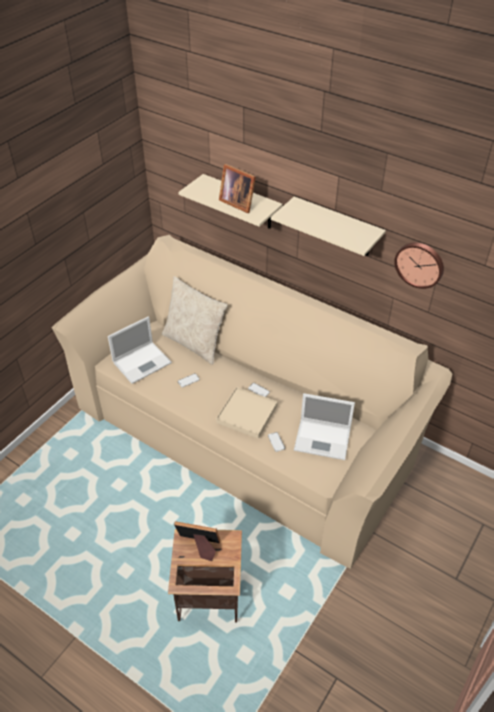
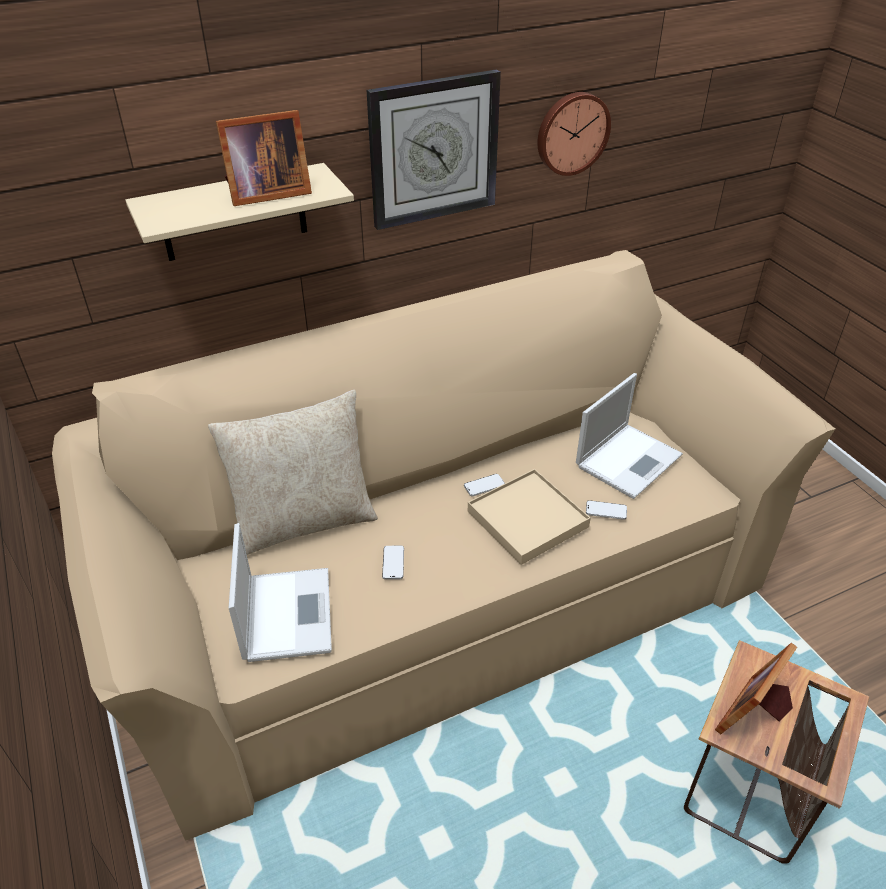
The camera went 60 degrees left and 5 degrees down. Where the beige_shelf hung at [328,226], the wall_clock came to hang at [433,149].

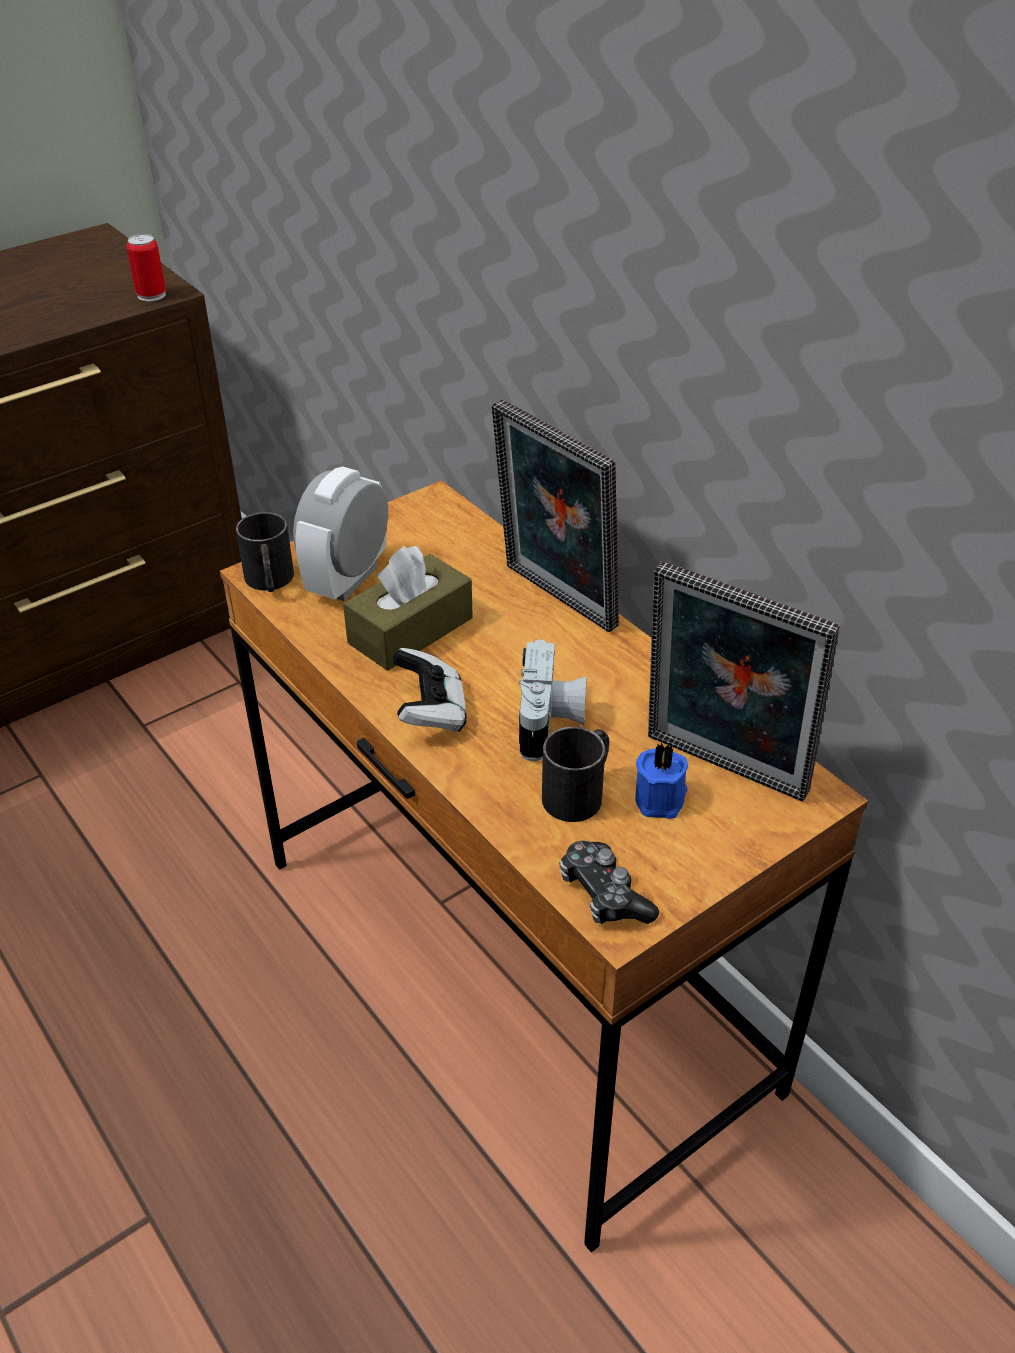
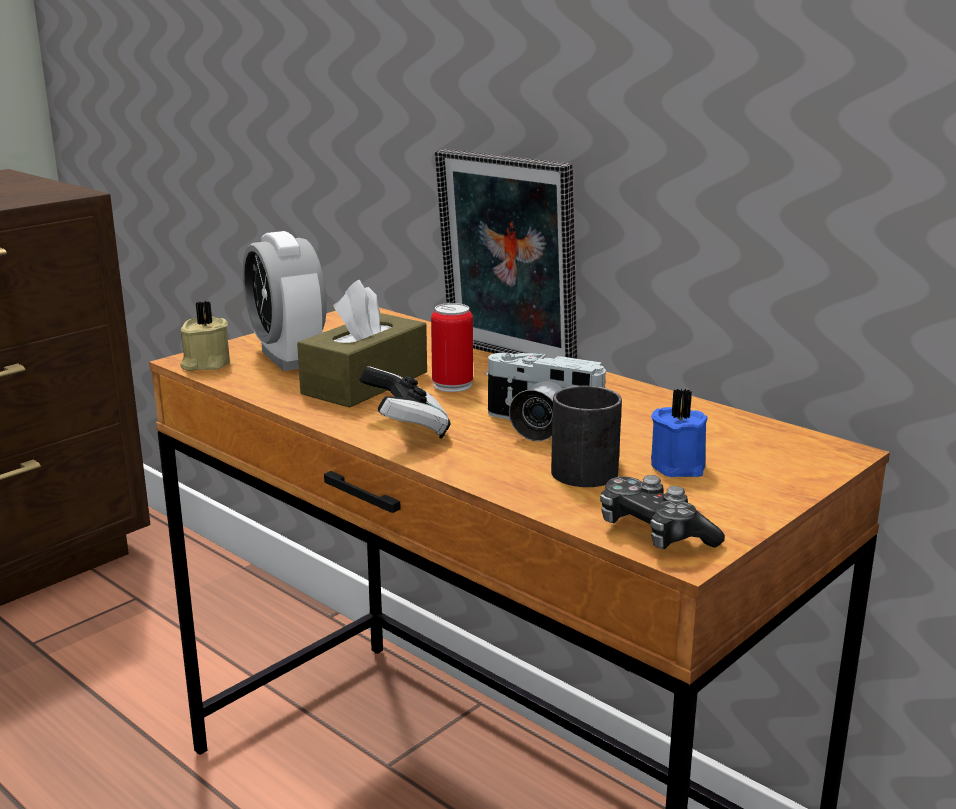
The camera went 10 degrees left and 20 degrees down. The can ended up elsewhere, having gone from [146,267] to [452,347]. The alarm_clock at [340,534] ended up facing another way, 45 degrees counterclockwise from before. Where the black_mug stood at [265,552], the beige_candle came to stand at [205,336]. The second view lost the picture_frame at [744,682]. The photo_camera at [553,700] ended up facing another way, 120 degrees clockwise from before.

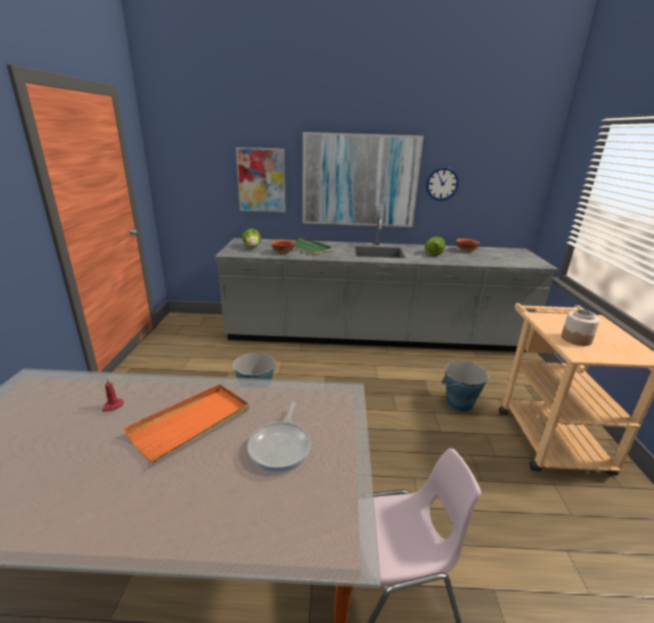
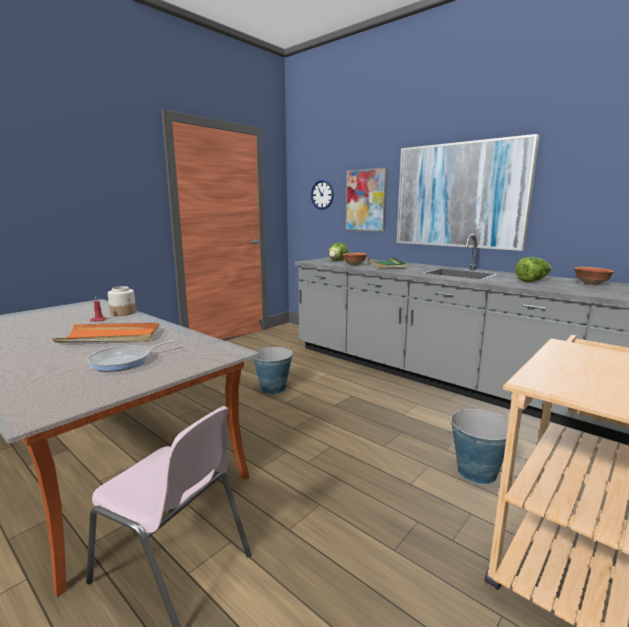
The camera went 40 degrees right and 10 degrees down. The wall_clock ended up elsewhere, having gone from [442,184] to [322,195]. The jar ended up elsewhere, having gone from [580,327] to [122,301].

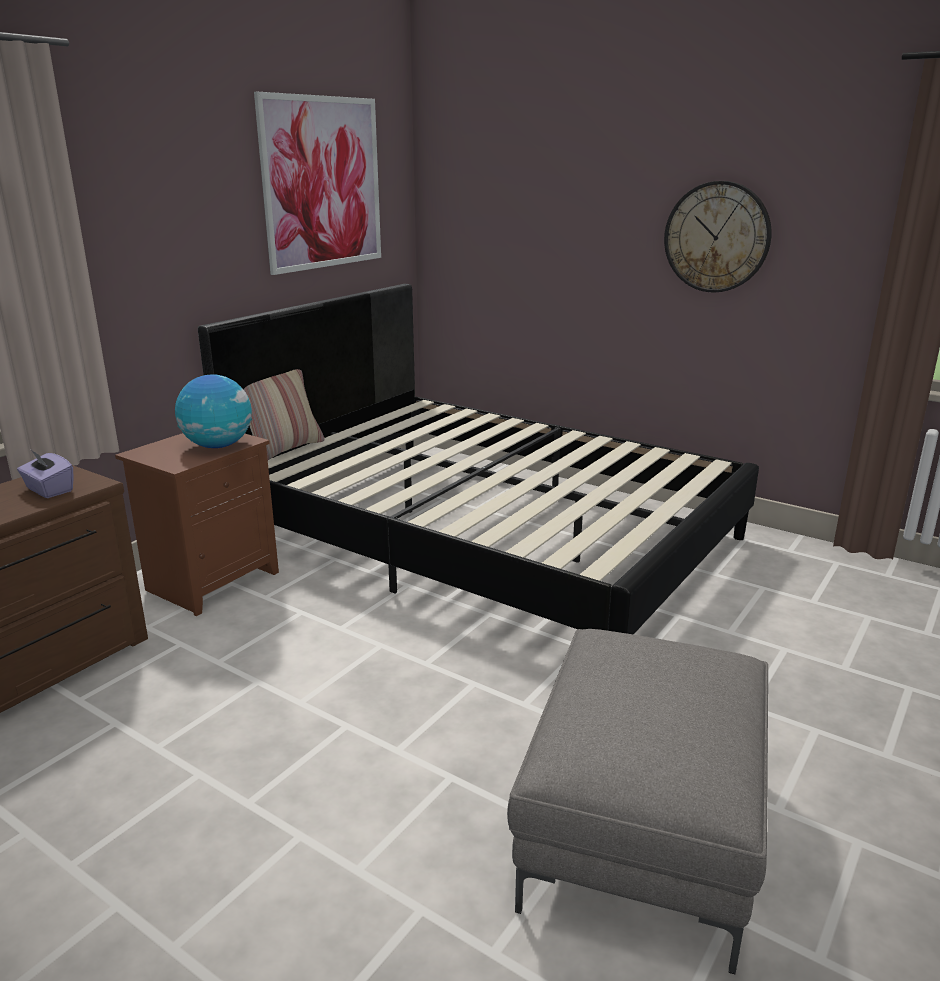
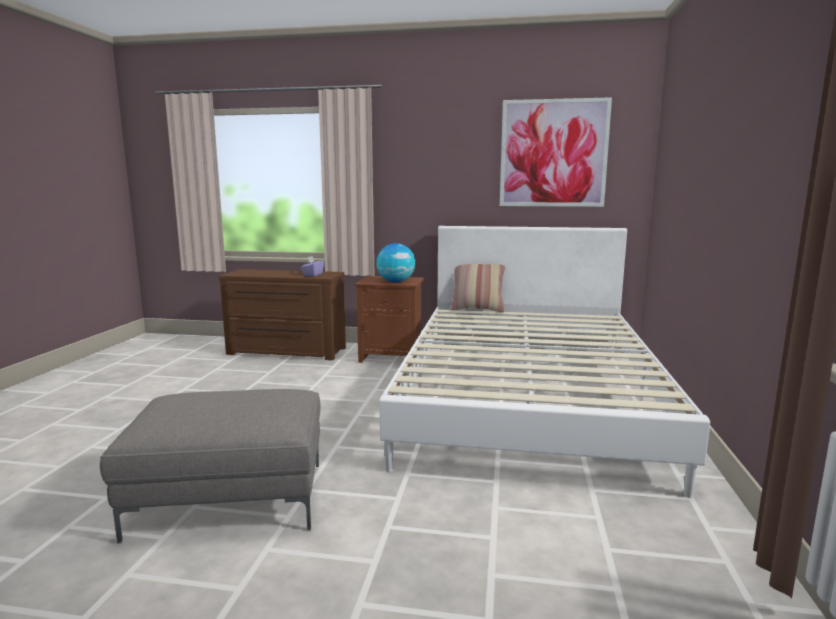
The camera went 65 degrees right and 10 degrees down. The second view lost the wall_clock at [717,236]. What was the black_bed at [478,459] turned into the white_bed at [544,362].

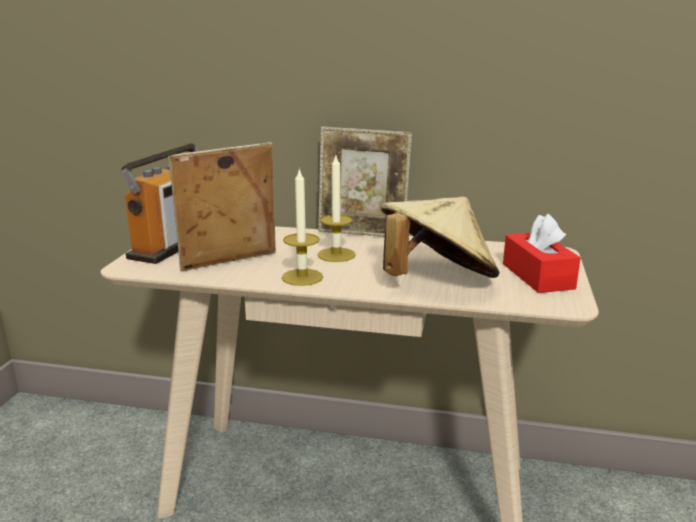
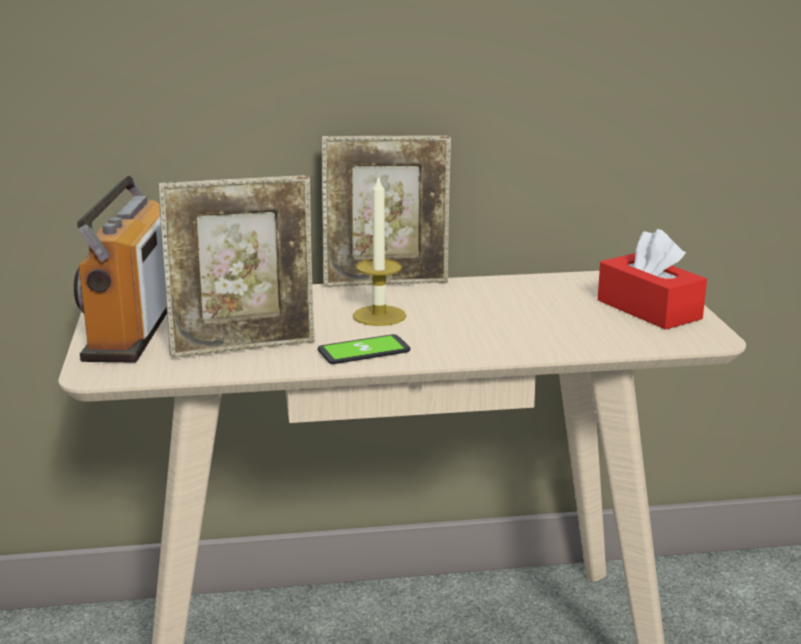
The camera went 20 degrees left and 0 degrees up. The picture_frame at [222,206] ended up facing another way, 150 degrees counterclockwise from before. Where the candle stood at [302,227], the phone came to stand at [364,349]. The second view lost the beige_hat at [440,237].

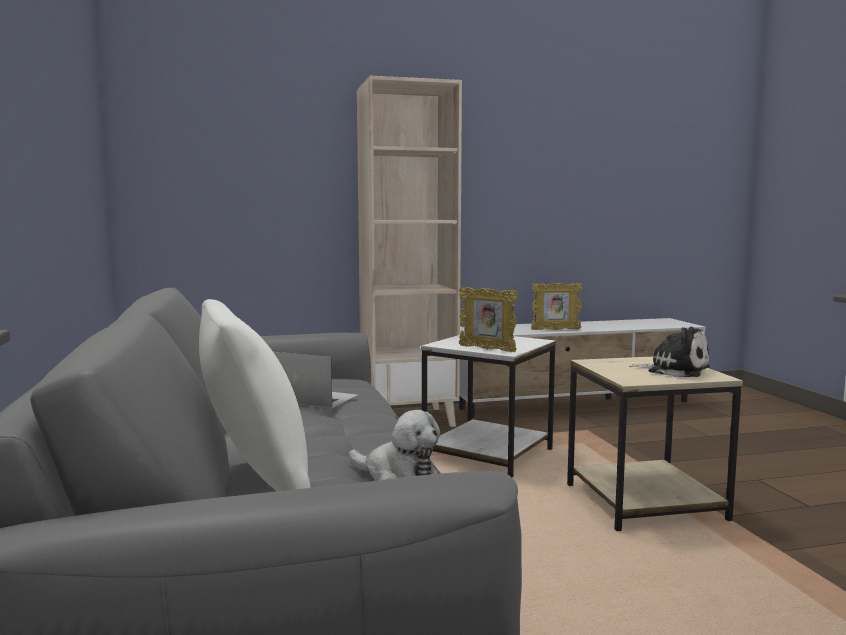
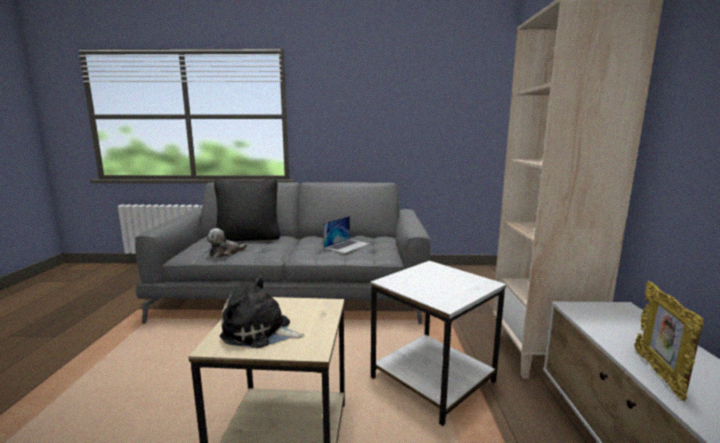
The camera went 105 degrees right and 5 degrees up. The second view lost the picture_frame at [488,319]. What was the white_pillow at [255,395] turned into the black_pillow at [247,210]. The plush_toy at [669,352] ended up facing another way, 60 degrees clockwise from before.

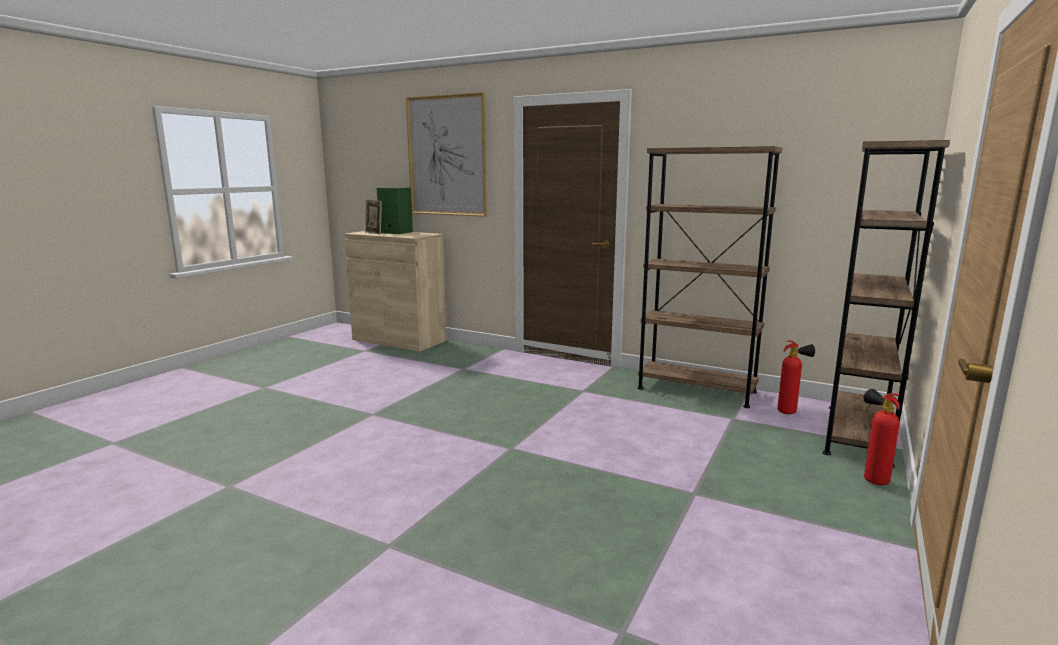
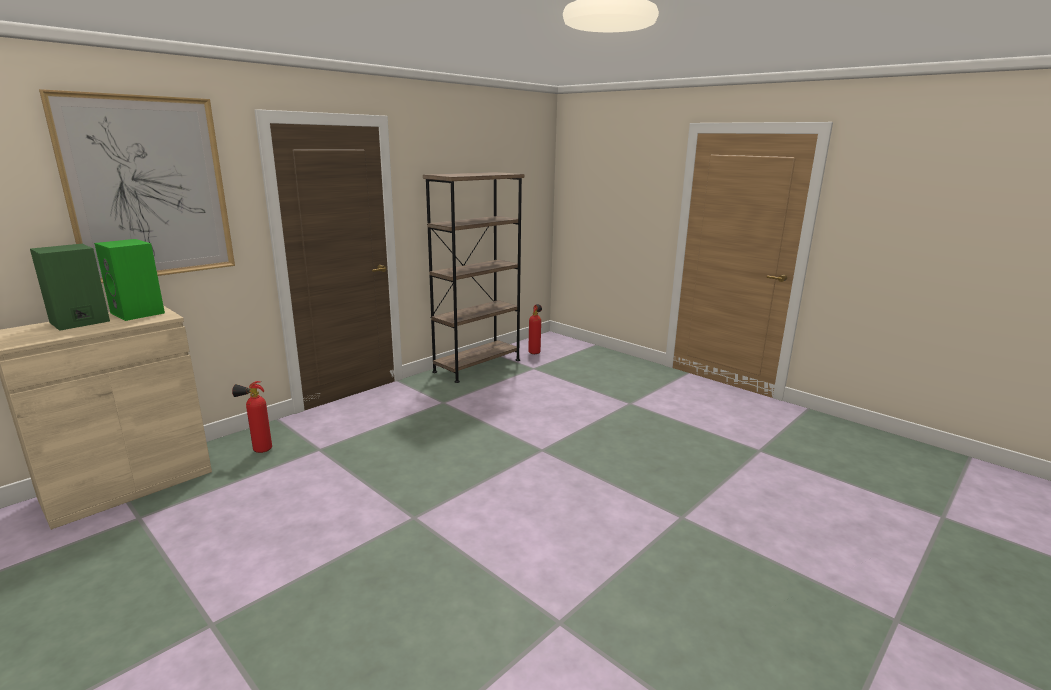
The camera went 75 degrees left and 5 degrees up. The second view lost the brown_bookcase at [886,304]. The second view lost the picture_frame at [373,217]. The fire_extinguisher ended up elsewhere, having gone from [882,437] to [252,417]. The second view gained the green_speaker at [129,280].

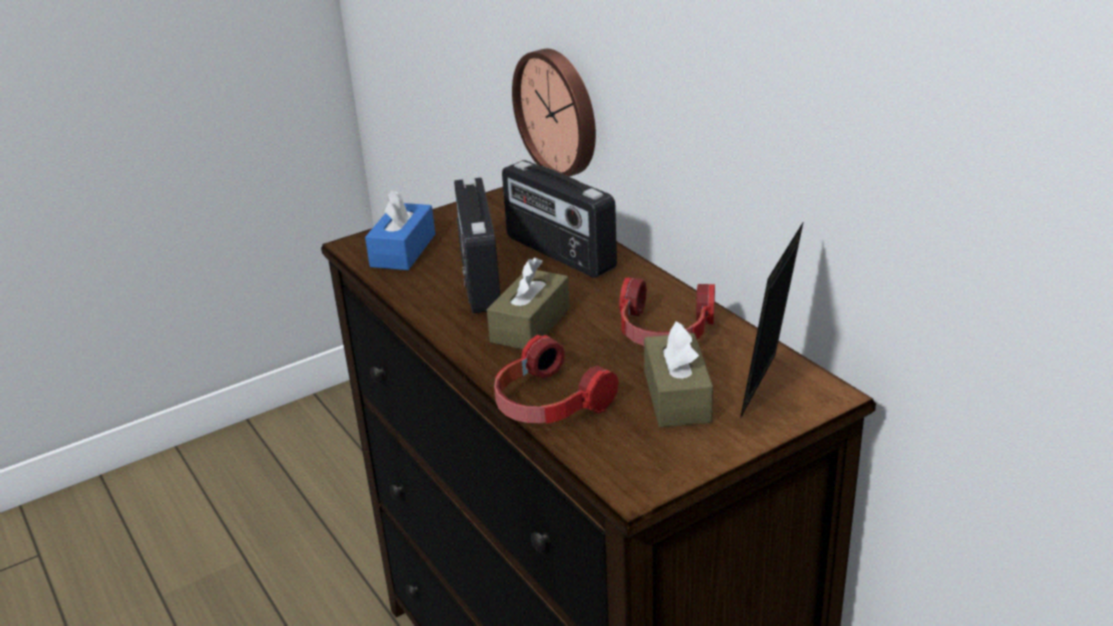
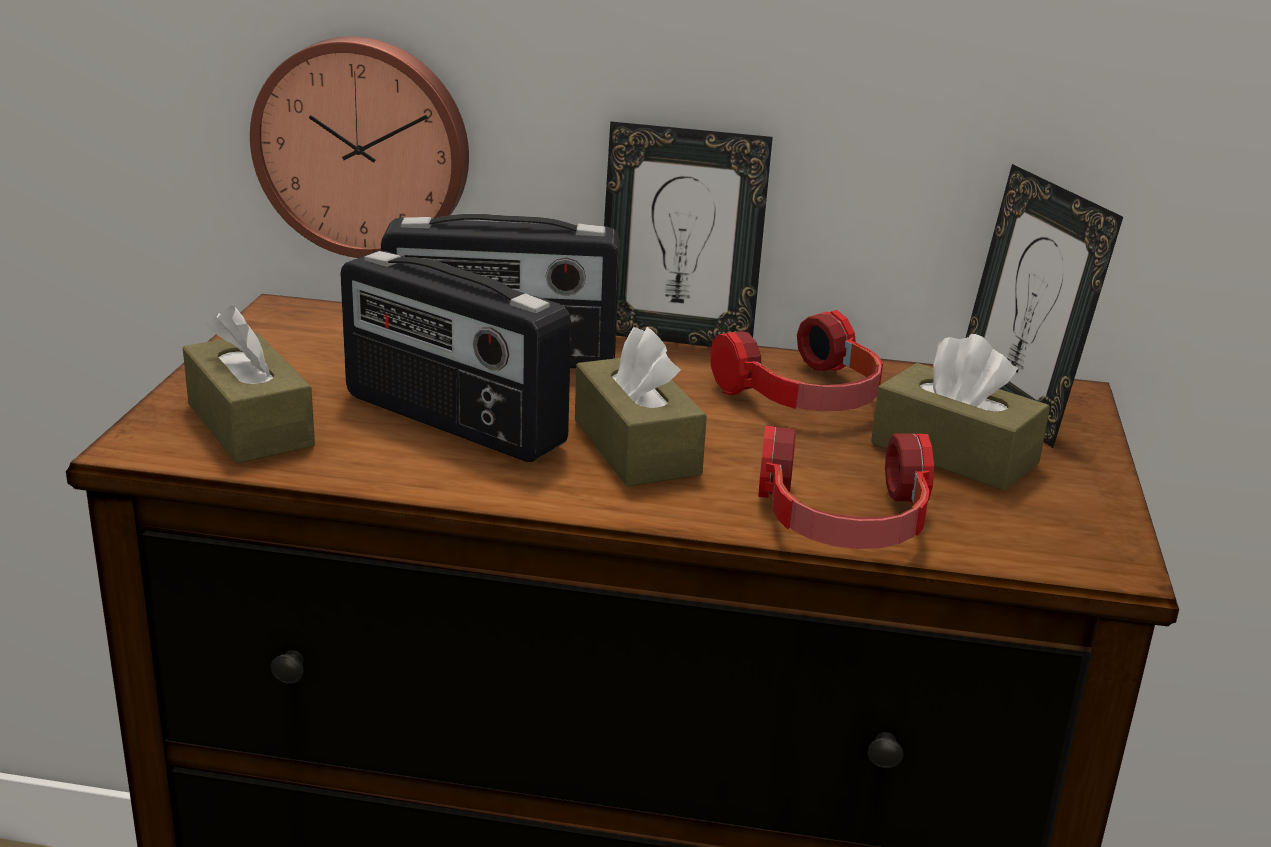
The camera went 50 degrees left and 5 degrees down. What was the blue_tissue_box at [400,229] turned into the brown_tissue_box at [249,384]. The second view gained the picture_frame at [688,234].

